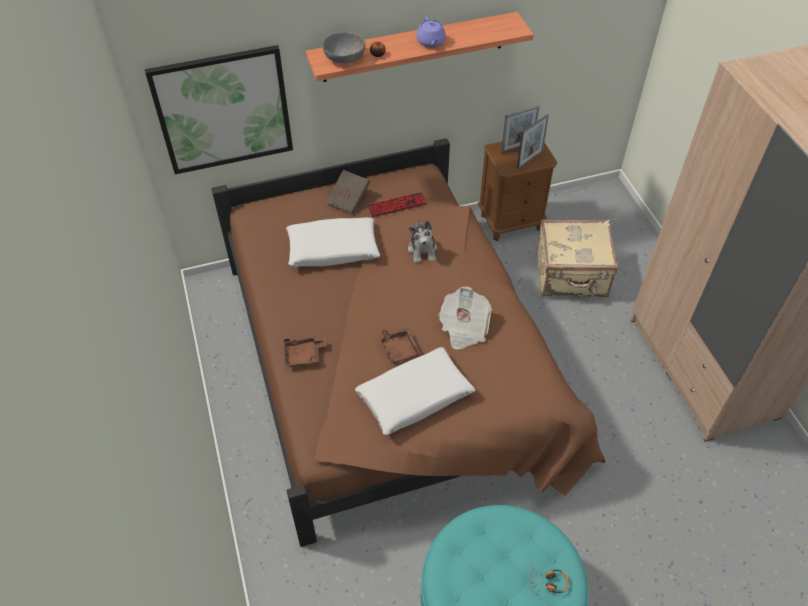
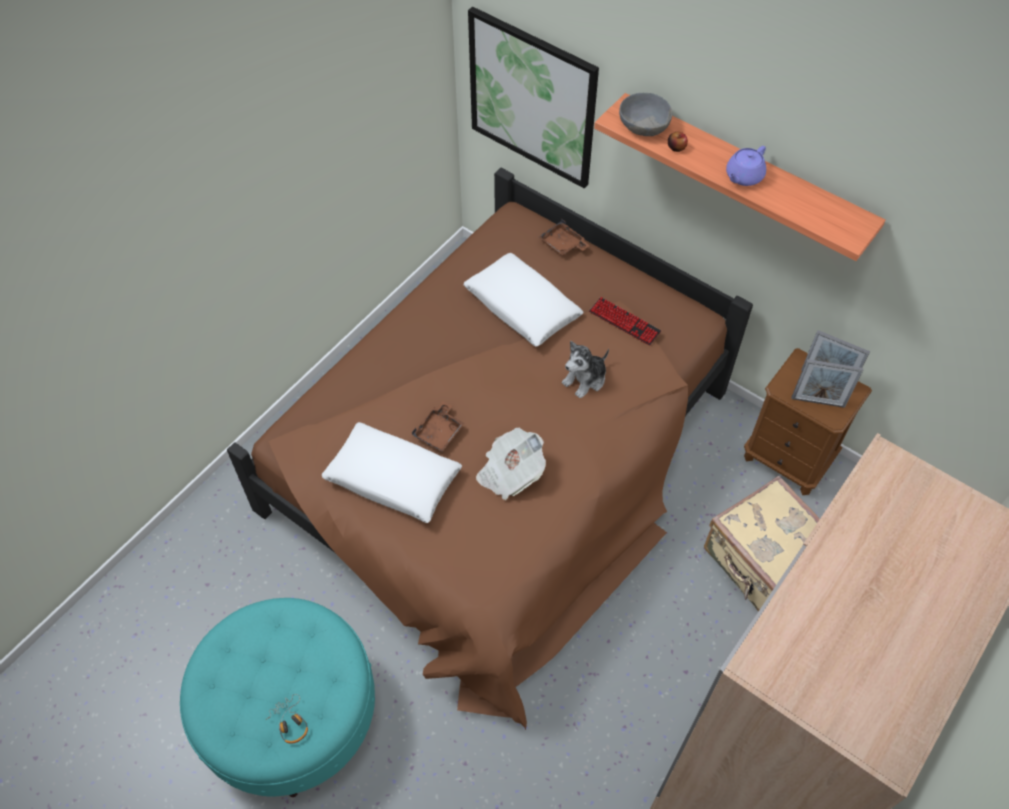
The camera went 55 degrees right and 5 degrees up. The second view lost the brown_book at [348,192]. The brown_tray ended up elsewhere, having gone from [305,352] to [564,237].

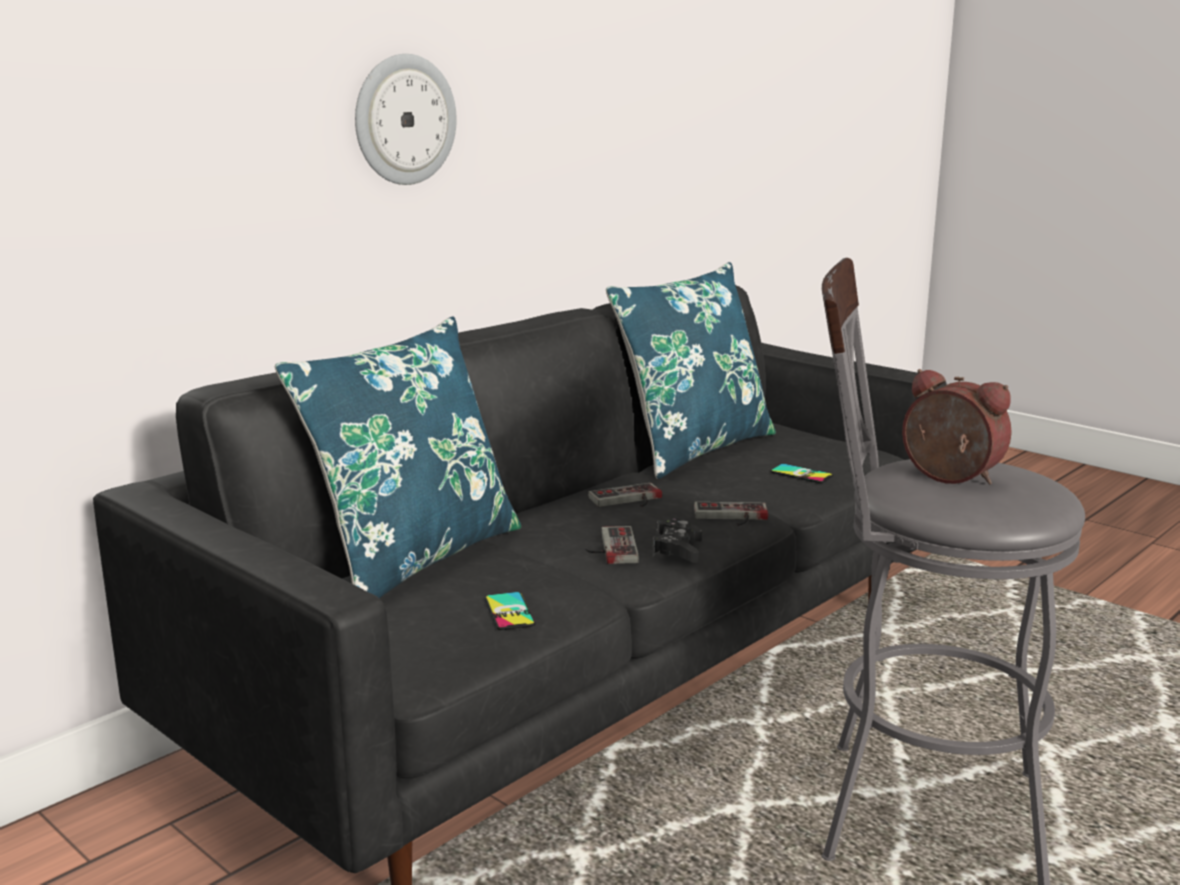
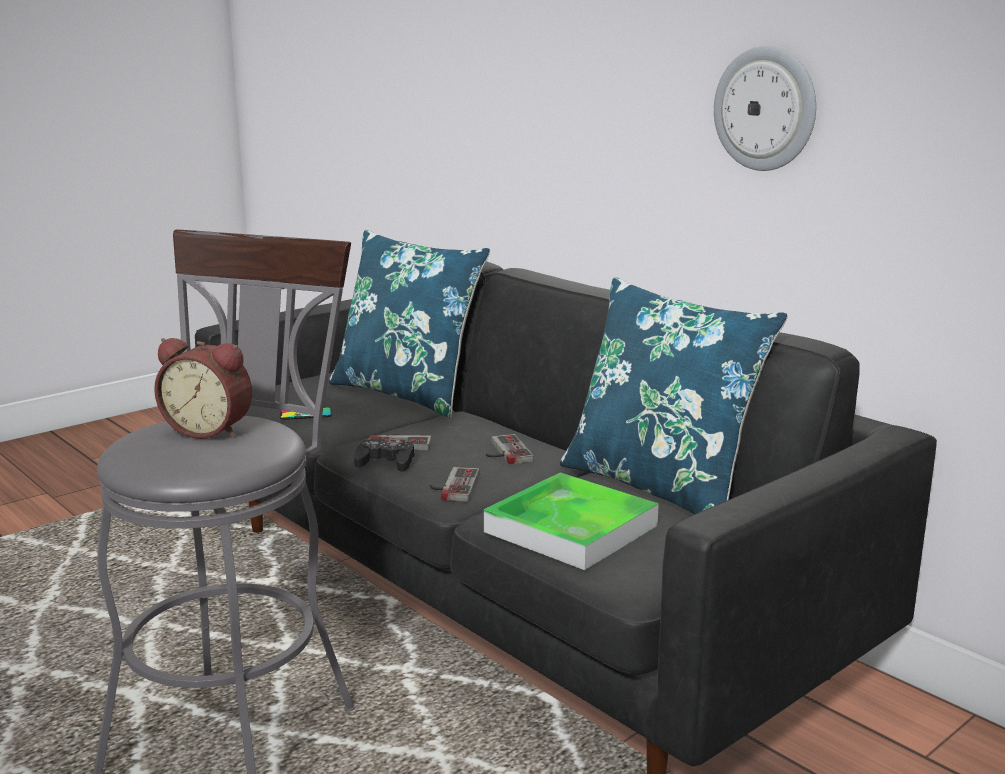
The camera went 95 degrees right and 0 degrees up. The wall_clock ended up elsewhere, having gone from [406,119] to [765,108]. The alarm_clock at [957,427] ended up facing another way, 60 degrees clockwise from before. Where the phone stood at [801,473], the tray came to stand at [571,521].

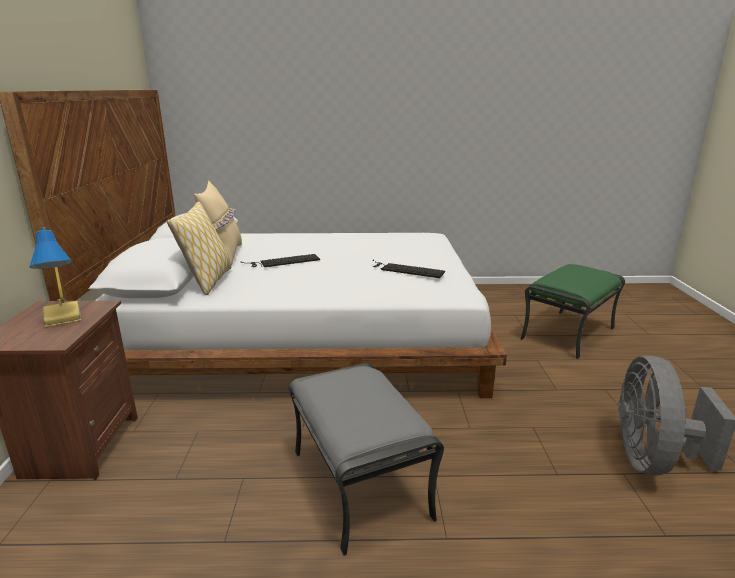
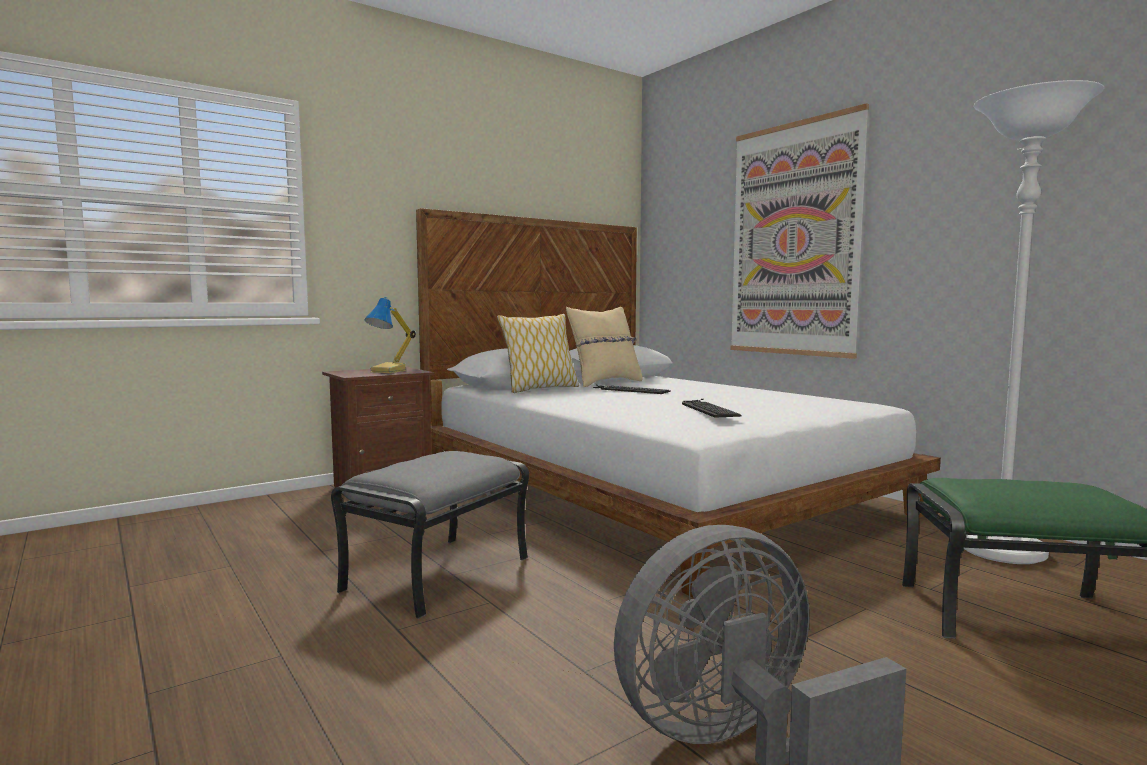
The camera went 55 degrees right and 15 degrees down. The second view gained the white_floor_lamp at [1034,322]. The second view gained the picture at [799,231].

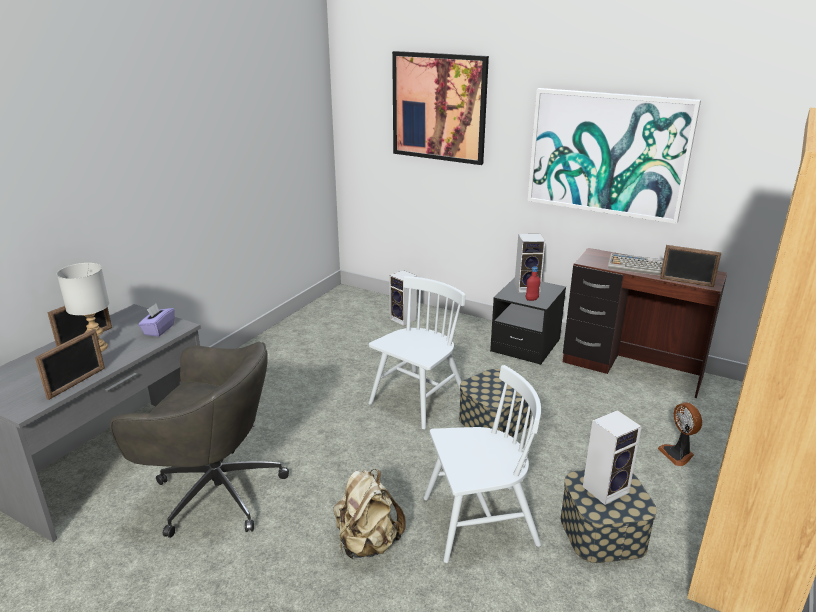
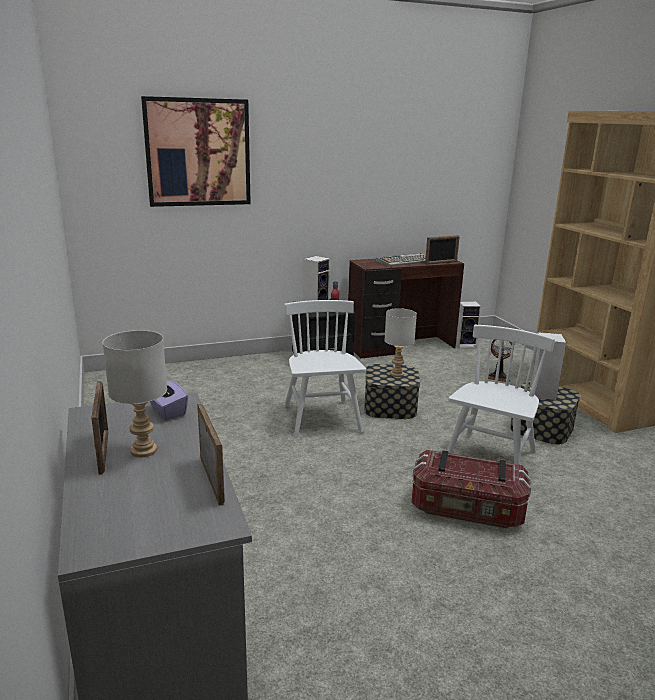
The camera went 50 degrees left and 5 degrees down. The second view lost the picture at [614,156]. The speaker ended up elsewhere, having gone from [403,298] to [468,324]. The second view lost the grey_office_chair at [199,440]. Where the beige_backpack stood at [369,514], the storage_box came to stand at [471,489]. The second view gained the grey_table_lamp at [400,342].

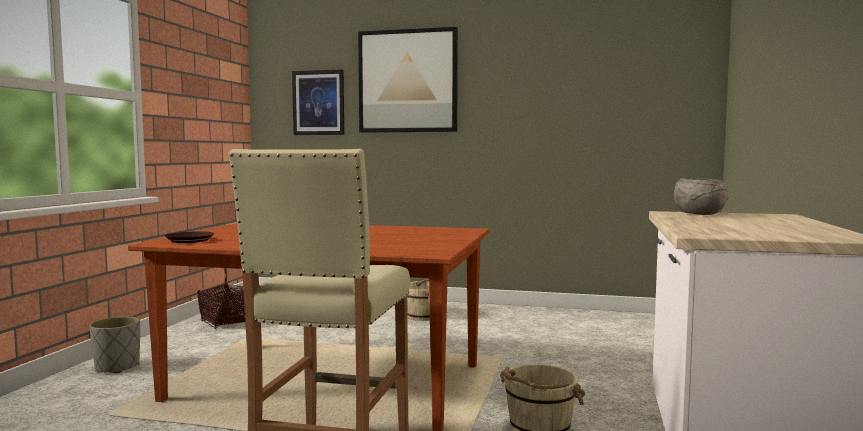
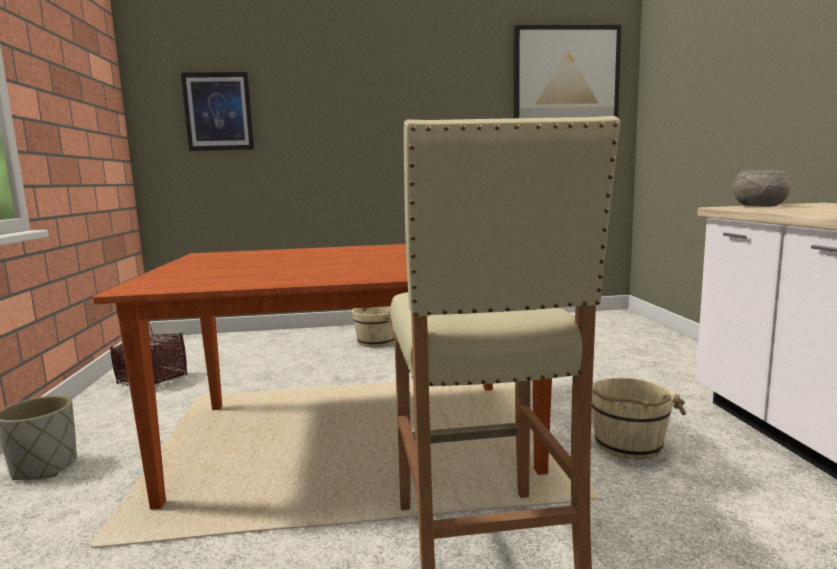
The camera went 20 degrees left and 5 degrees up. The picture ended up elsewhere, having gone from [408,80] to [567,71]. The second view lost the brown_plate at [189,237].

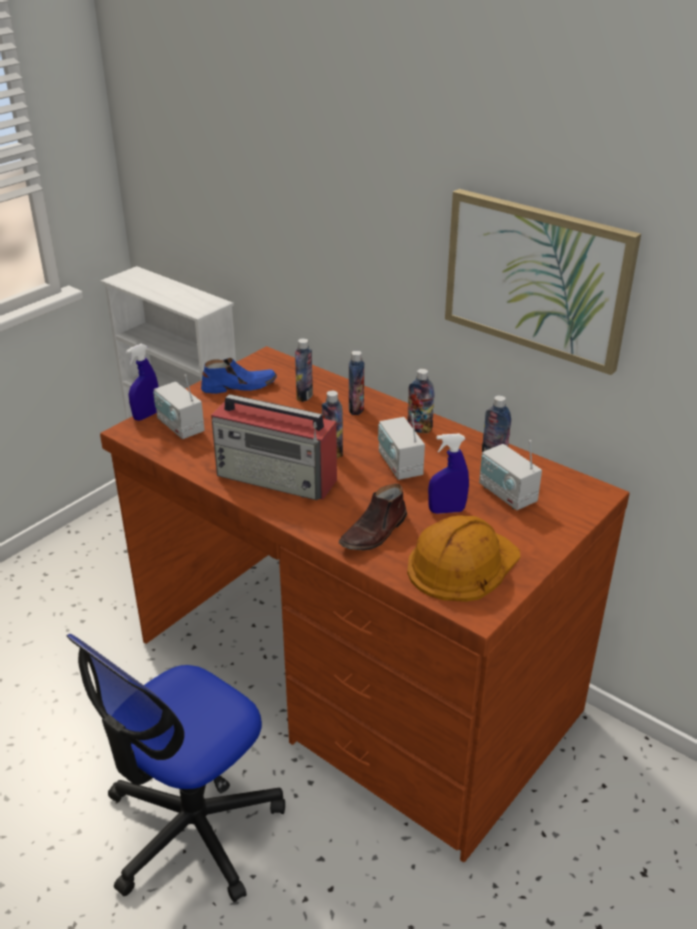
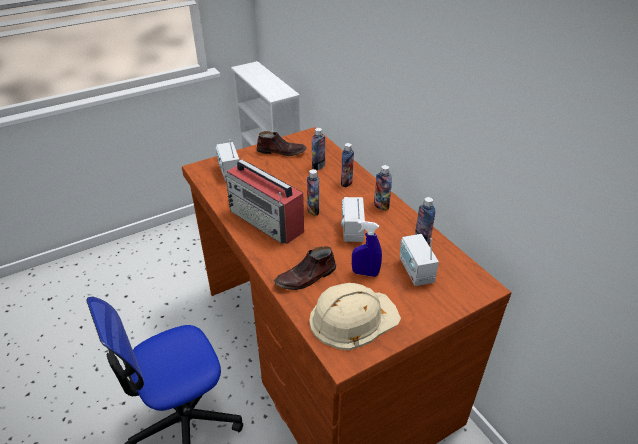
The camera went 20 degrees right and 5 degrees up. The second view lost the picture at [543,282]. The second view lost the blue_spray_bottle at [142,382]. What was the blue_shoe at [239,376] turned into the brown_shoe at [282,143]. What was the orange_hard_hat at [463,558] turned into the beige_hard_hat at [355,316].

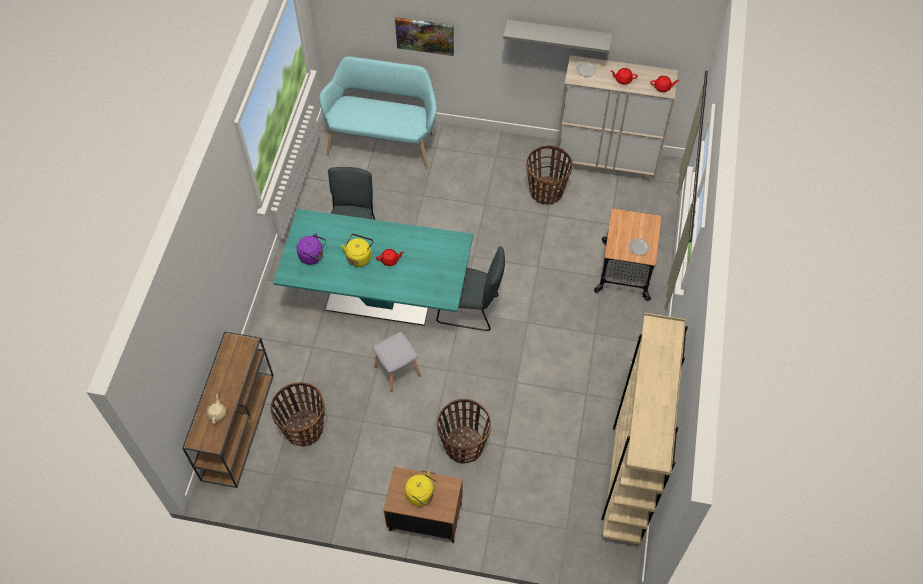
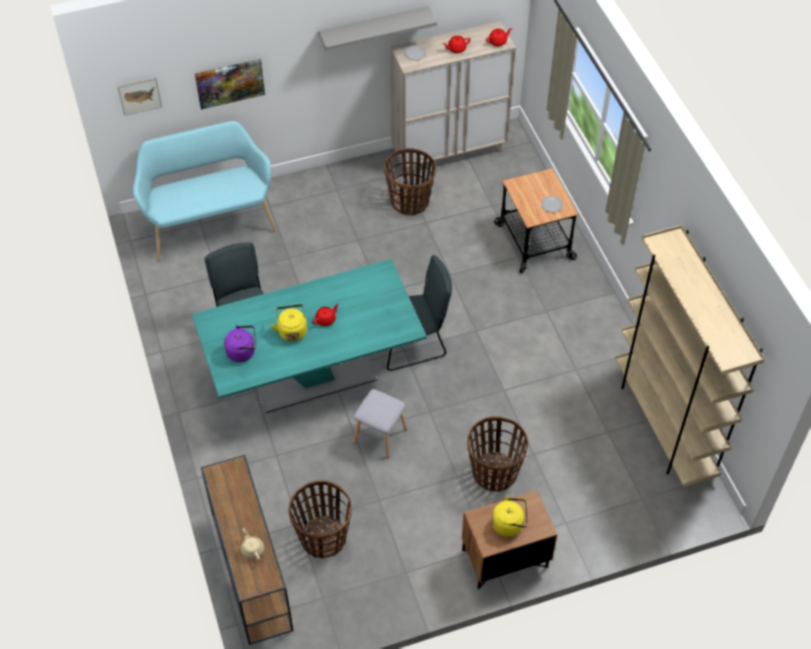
The camera went 30 degrees left and 5 degrees down. The second view gained the picture at [139,96].

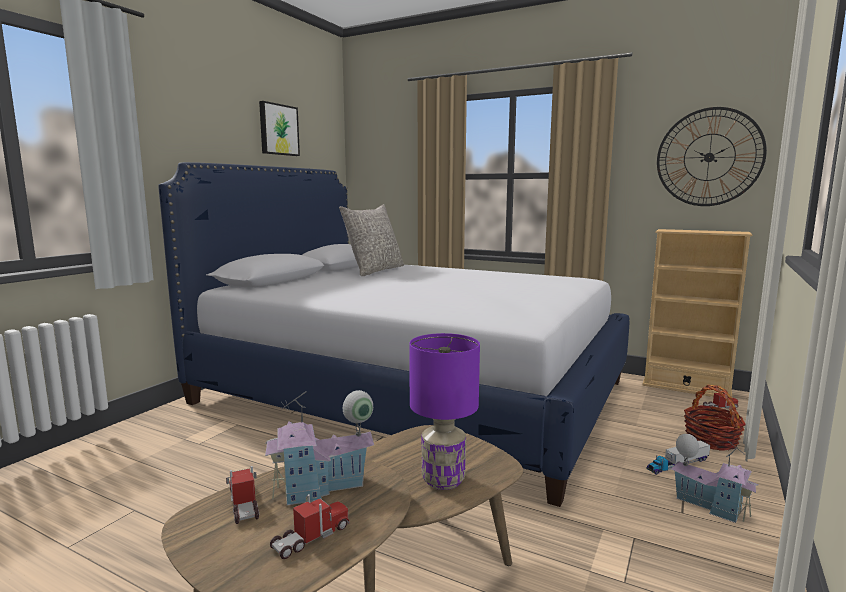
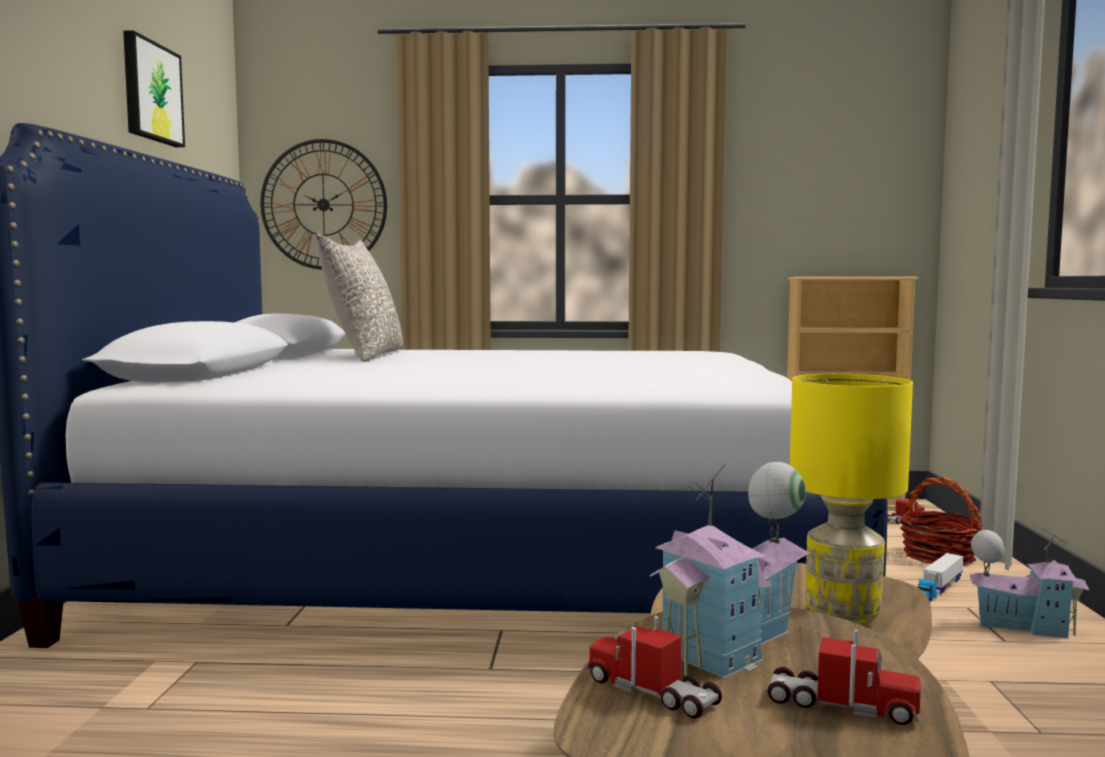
The camera went 25 degrees left and 5 degrees down. The wall_clock ended up elsewhere, having gone from [712,156] to [323,204]. What was the purple_table_lamp at [444,411] turned into the yellow_table_lamp at [851,500]. The toy_truck at [309,526] ended up facing another way, 90 degrees clockwise from before.

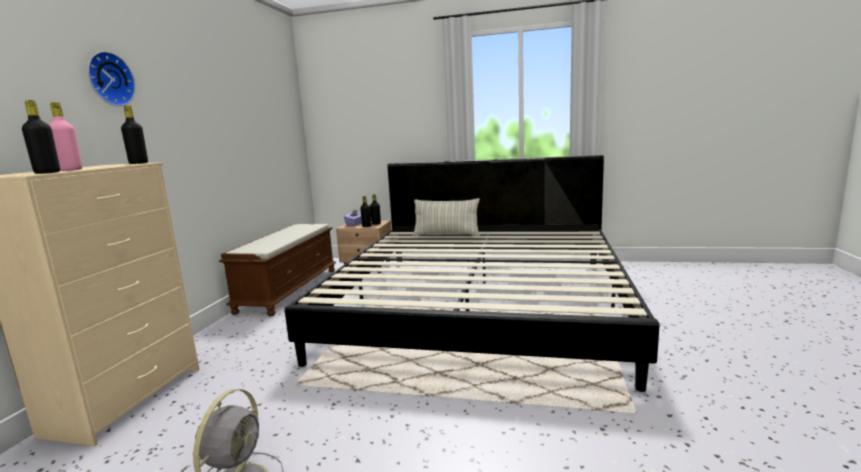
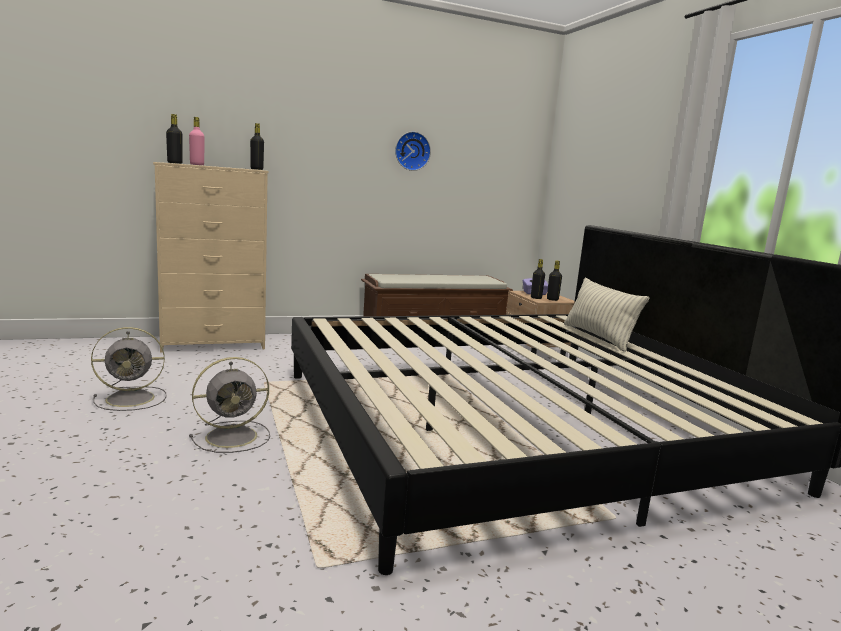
The camera went 55 degrees right and 0 degrees up. The wall_clock ended up elsewhere, having gone from [112,78] to [413,151]. The second view gained the grey_fan at [229,405].

